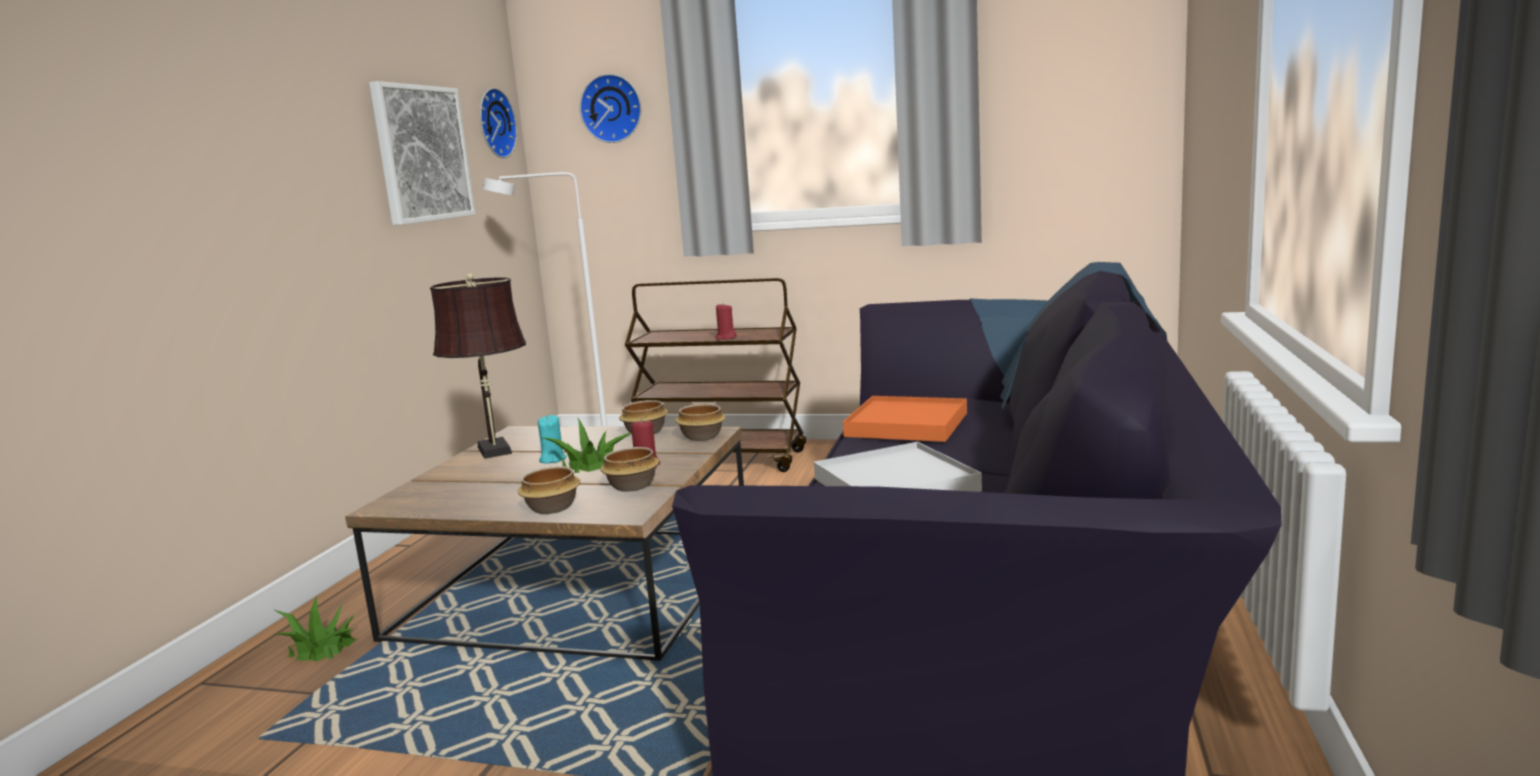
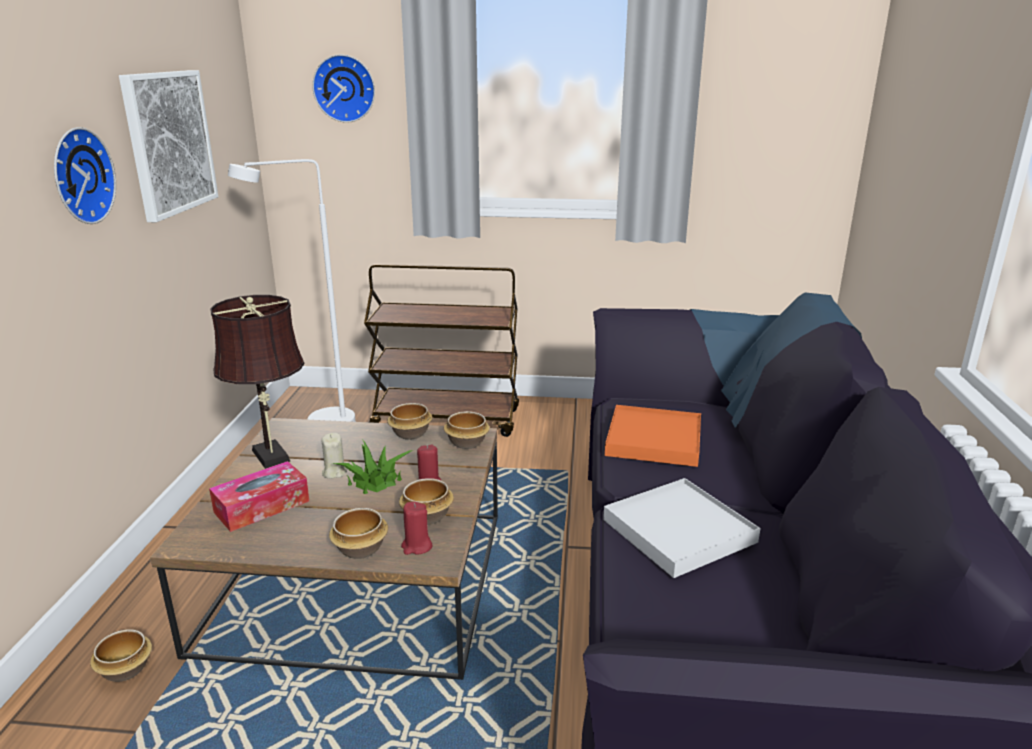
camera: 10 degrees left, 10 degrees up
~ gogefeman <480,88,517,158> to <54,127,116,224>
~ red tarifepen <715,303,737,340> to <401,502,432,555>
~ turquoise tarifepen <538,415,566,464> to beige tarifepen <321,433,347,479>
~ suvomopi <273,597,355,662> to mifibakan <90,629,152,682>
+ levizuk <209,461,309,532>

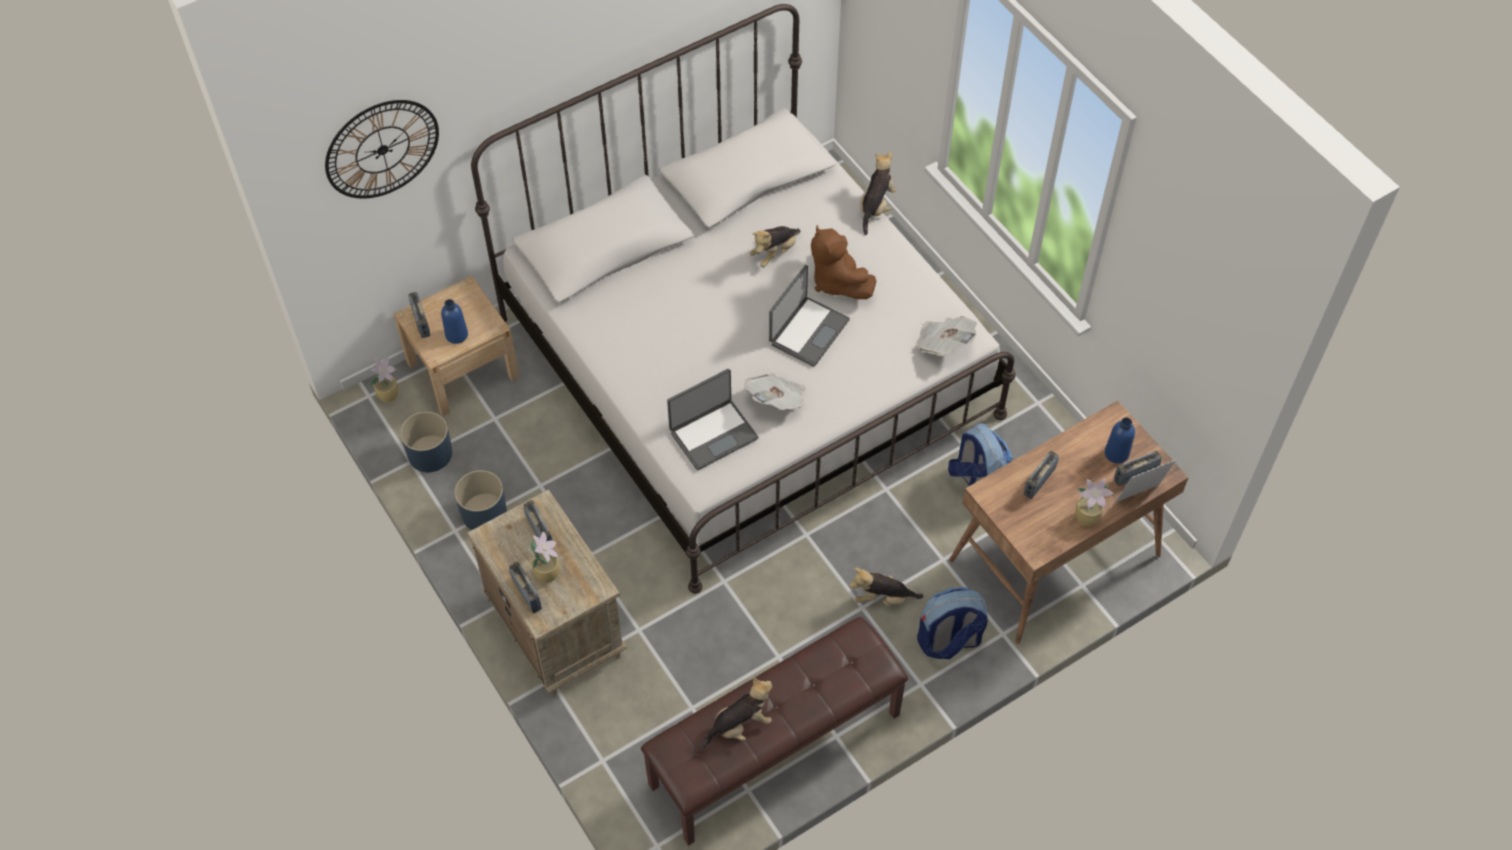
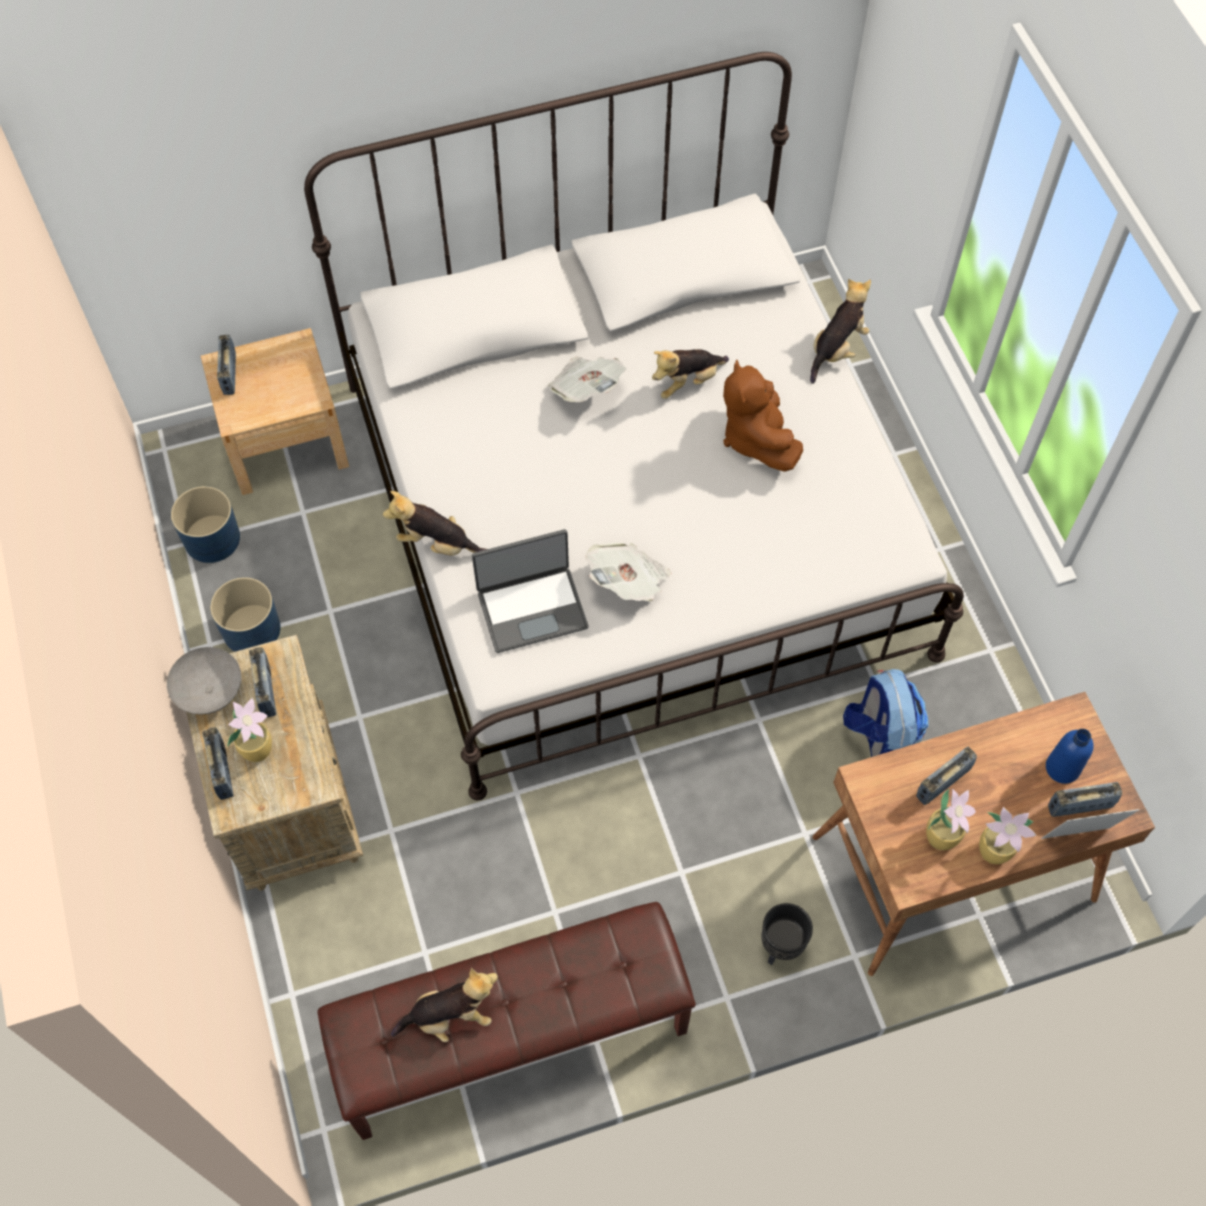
camera: 15 degrees right, 5 degrees up
- gogefeman <325,100,439,199>
- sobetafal <769,265,850,367>
- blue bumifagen <441,299,468,344>
~ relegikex <915,316,977,356> to <547,357,627,402>
~ suvomopi <370,357,398,403> to <926,789,976,850>
~ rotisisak <849,568,923,605> to <383,491,487,556>
~ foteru <917,587,988,659> to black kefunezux <762,903,813,965>
+ grey mifibakan <167,647,241,714>

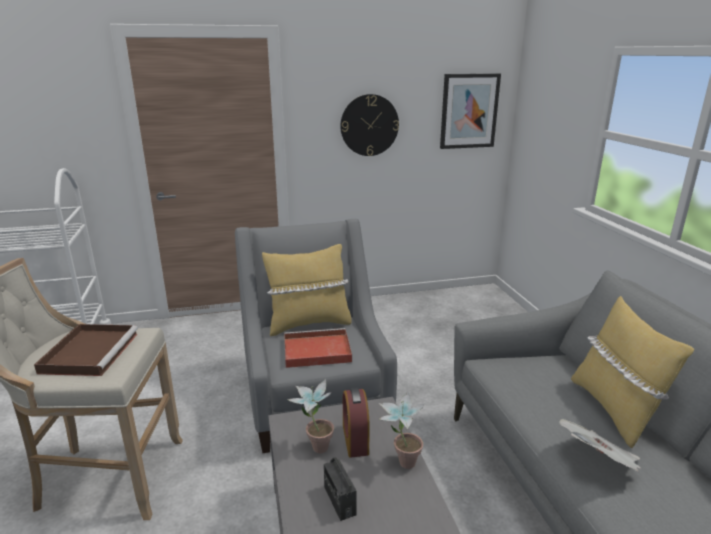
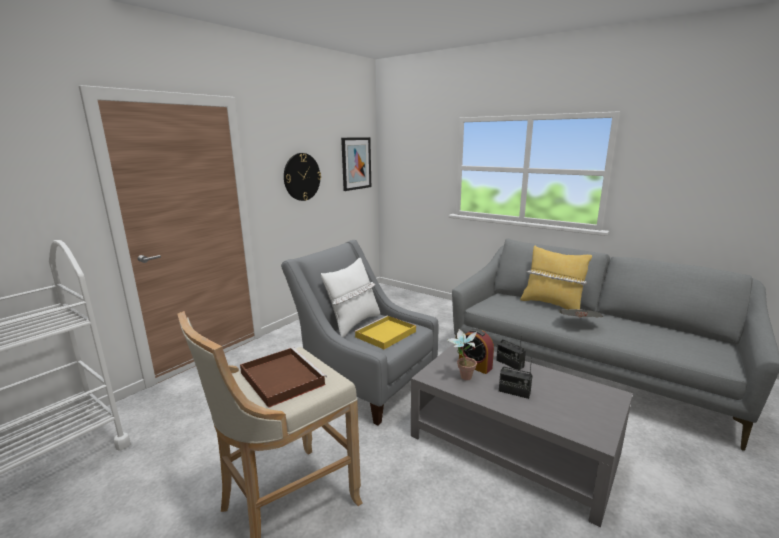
camera: 40 degrees left, 5 degrees down
~ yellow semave <262,244,352,336> to white semave <321,258,380,338>
~ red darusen <284,328,352,368> to yellow darusen <354,316,416,349>
~ suvomopi <379,391,425,469> to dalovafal <496,333,526,370>

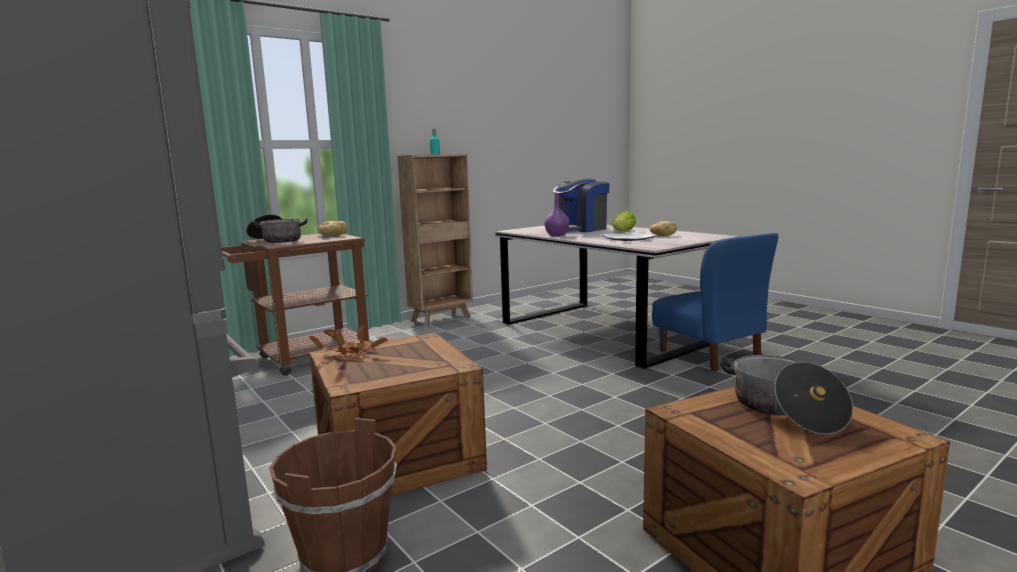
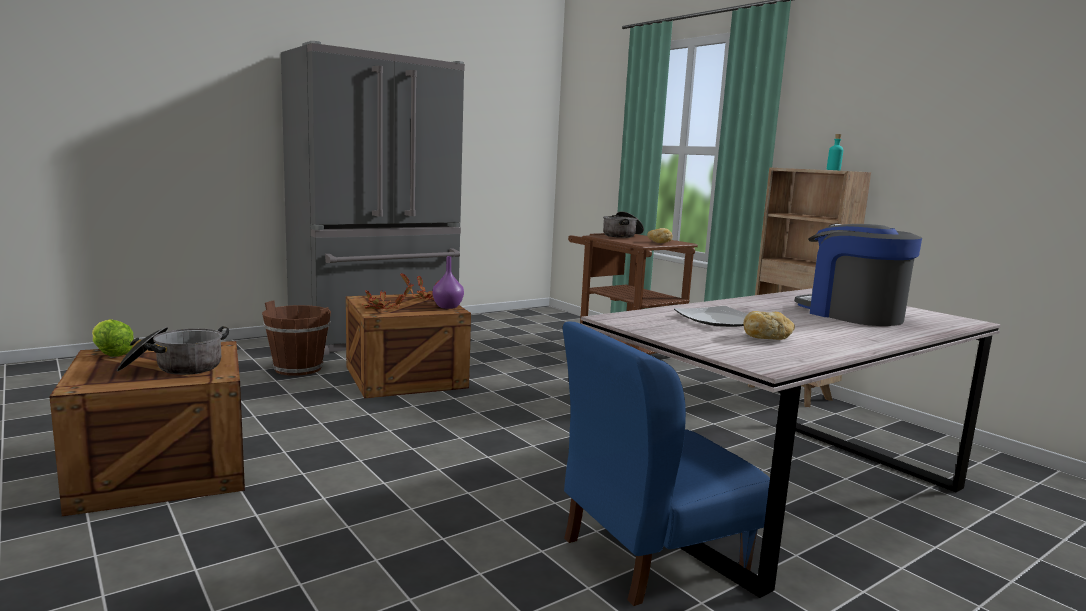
camera: 90 degrees right, 0 degrees up
~ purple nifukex <544,194,570,236> to <432,256,464,309>
~ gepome <612,211,636,231> to <92,319,134,357>
+ suvomopi <362,284,414,309>

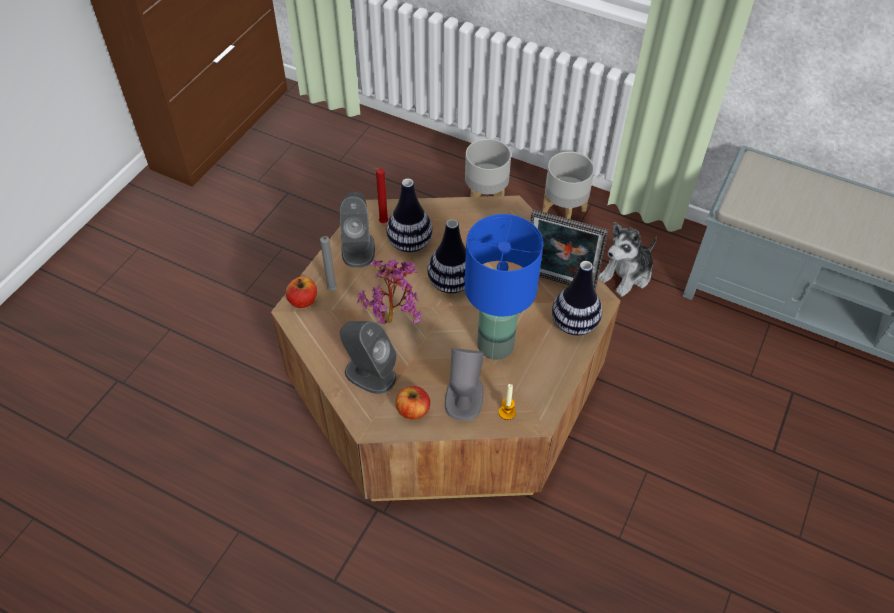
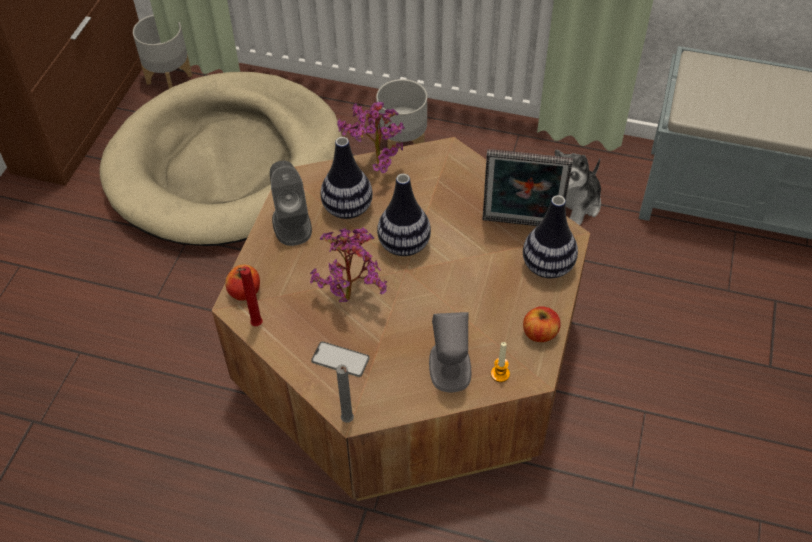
camera: 10 degrees left, 0 degrees up
~ grey kefunezux <542,151,594,219> to <133,15,192,89>
~ red tarifepen <373,168,388,223> to <236,266,263,326>
- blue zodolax <465,214,543,360>
~ grey tarifepen <320,236,337,291> to <336,364,354,423>
~ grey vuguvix <340,321,397,394> to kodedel <311,341,370,377>
~ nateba <396,386,430,419> to <523,306,561,342>
+ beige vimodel <99,72,342,246>
+ suvomopi <337,102,404,173>

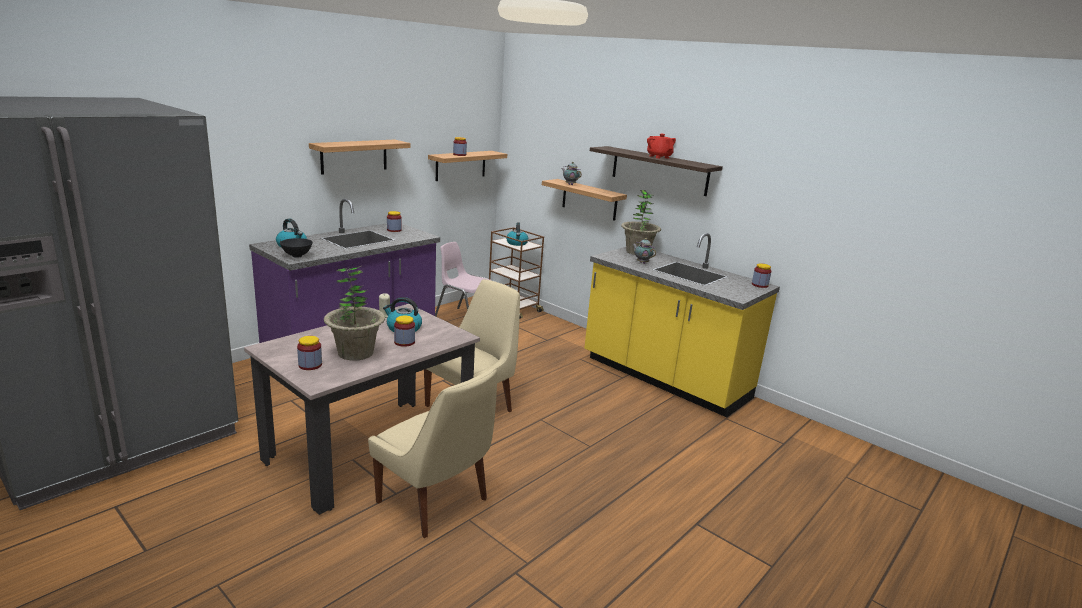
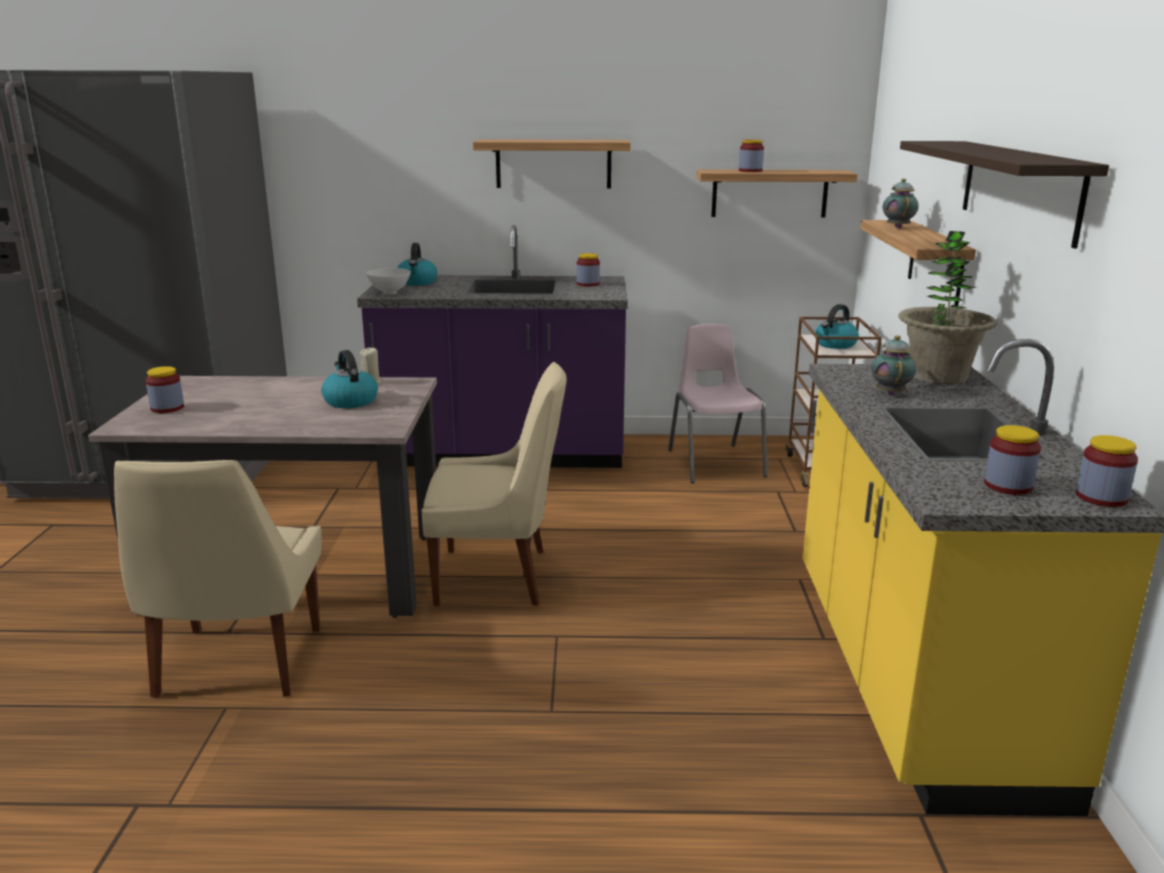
camera: 50 degrees right, 0 degrees up
- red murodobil <647,134,676,158>
~ black mifibakan <280,238,313,258> to white mifibakan <366,268,411,294>
- suvomopi <324,266,385,361>
~ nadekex <394,316,415,347> to <984,425,1041,495>

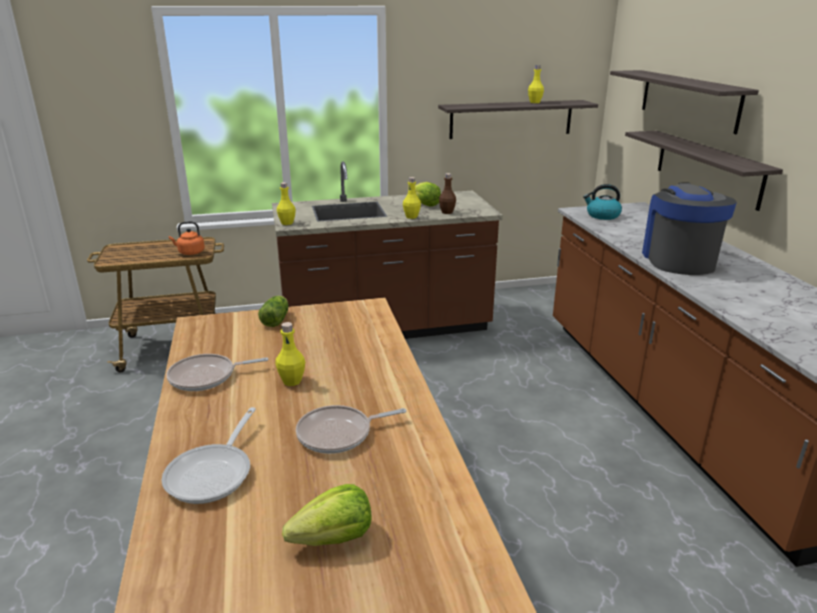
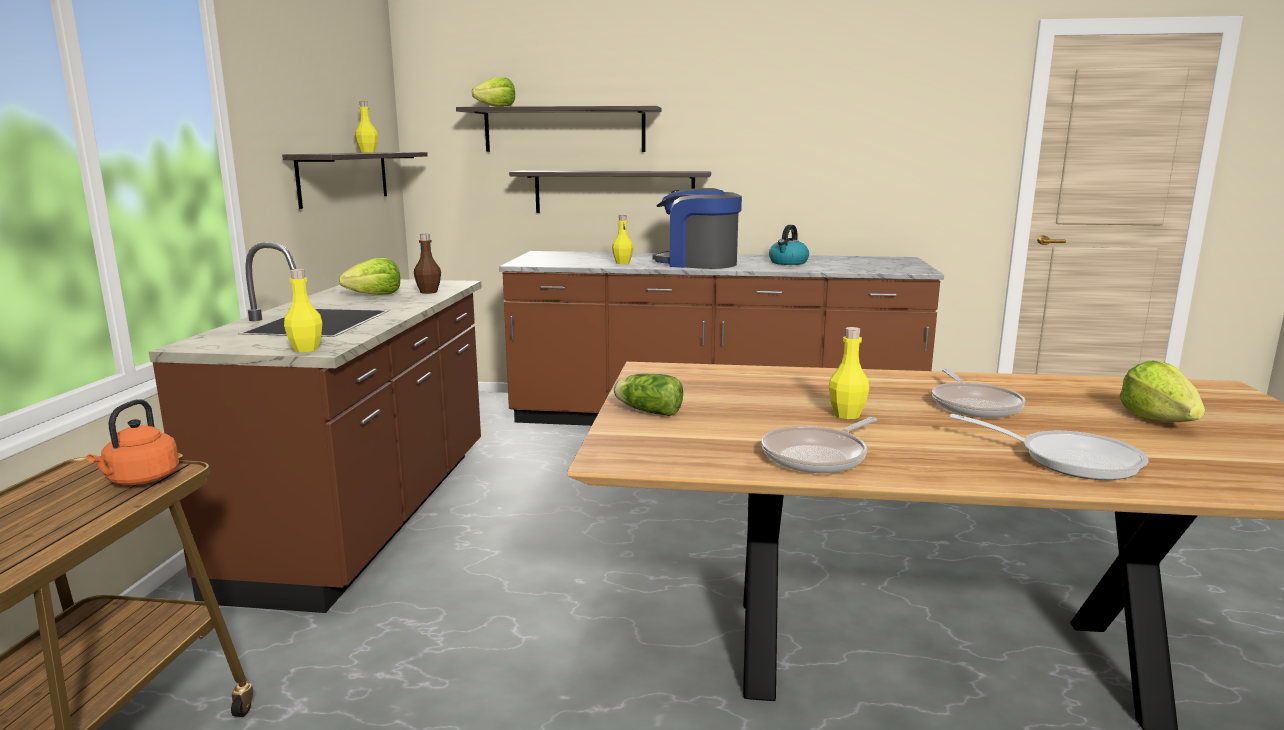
camera: 70 degrees left, 10 degrees down
~ yellow bumifagen <403,177,421,219> to <612,215,634,264>
~ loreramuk <583,184,622,220> to <769,225,809,265>
~ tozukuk <166,354,268,391> = <762,417,877,473> 45 degrees clockwise
+ gepome <472,77,515,107>

